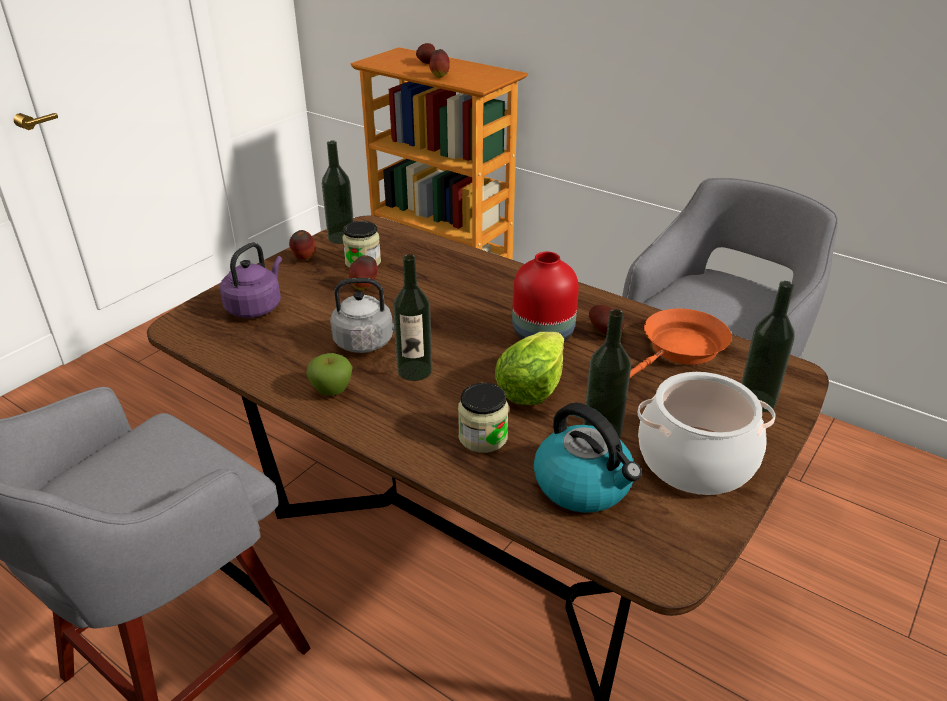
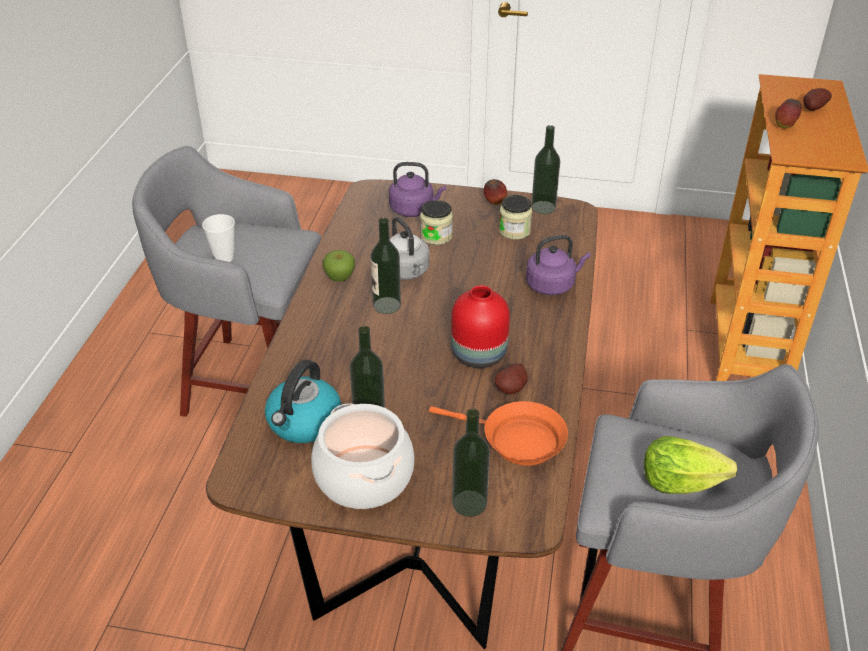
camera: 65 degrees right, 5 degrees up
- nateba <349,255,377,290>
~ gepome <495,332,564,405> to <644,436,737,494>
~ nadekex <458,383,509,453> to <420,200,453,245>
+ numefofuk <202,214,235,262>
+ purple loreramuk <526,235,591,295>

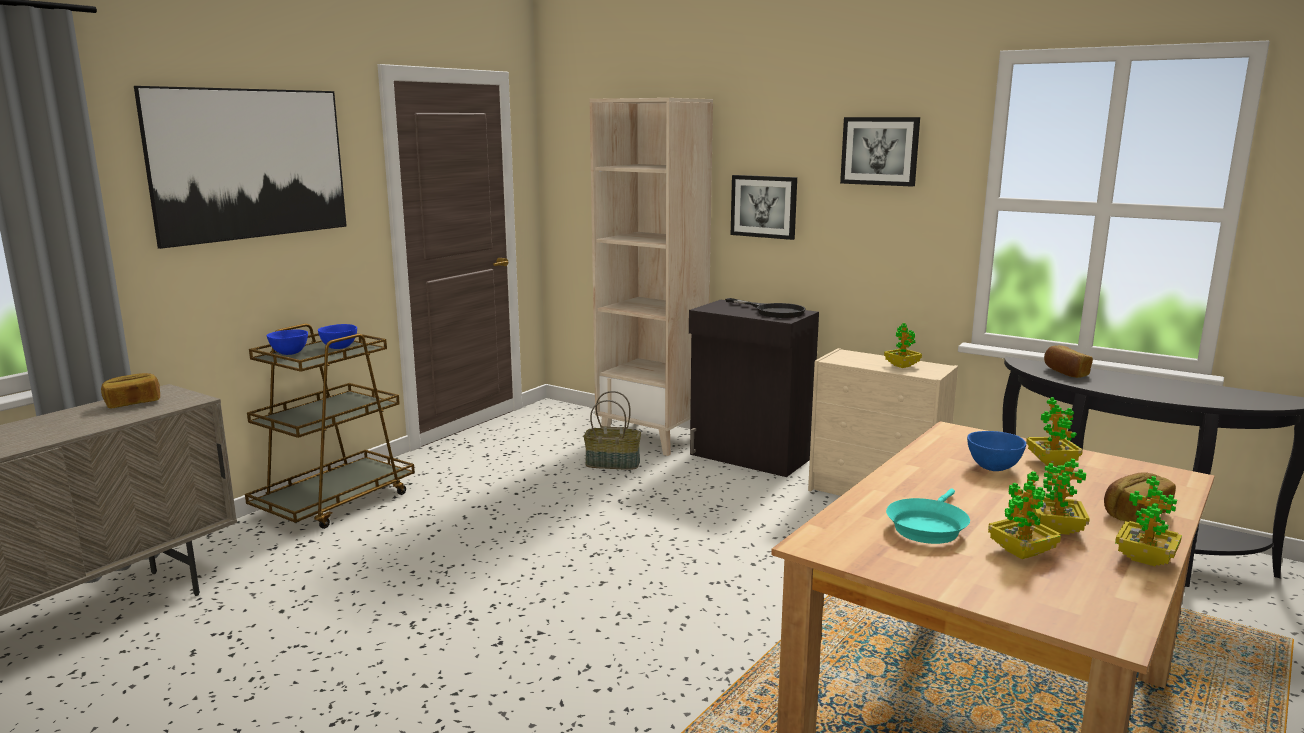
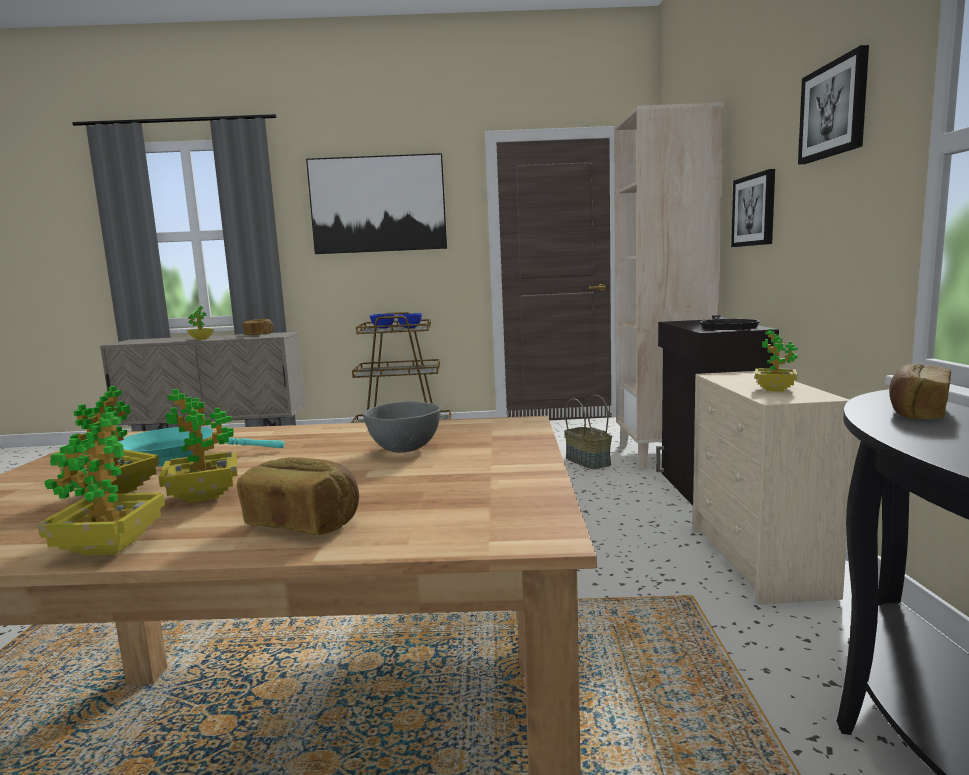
camera: 55 degrees right, 5 degrees down
~ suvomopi <1026,397,1083,466> to <187,306,214,340>
~ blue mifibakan <967,431,1026,471> to grey mifibakan <363,401,441,453>

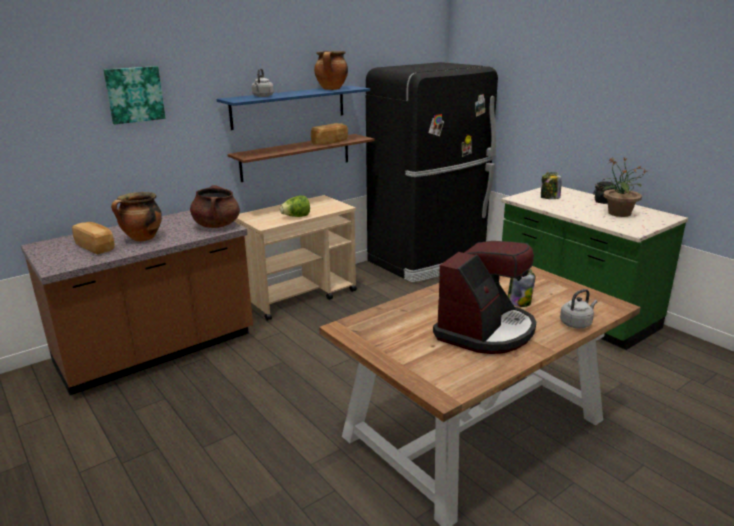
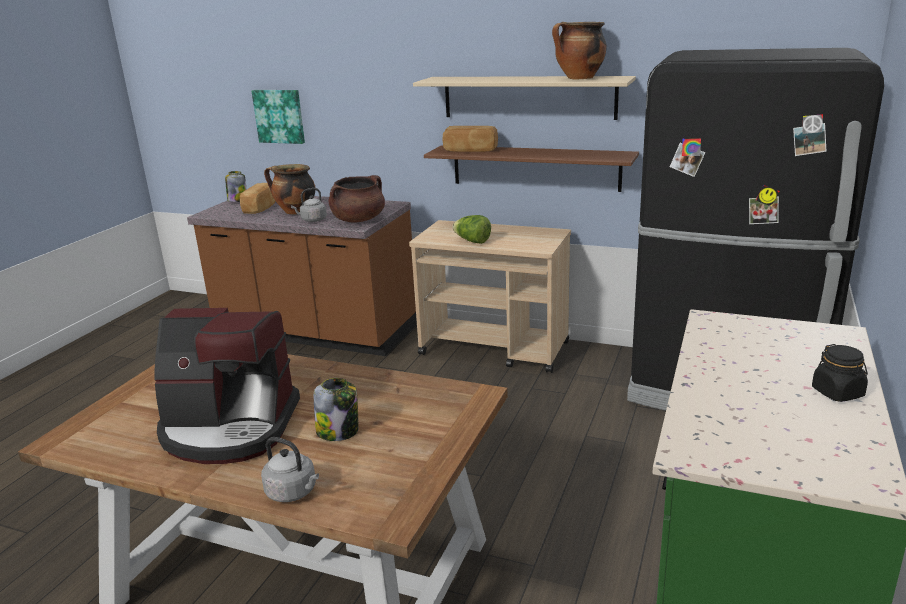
camera: 60 degrees right, 0 degrees up
~ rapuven <103,66,165,124> to <252,90,305,144>
~ grey loreramuk <252,68,274,97> to <291,188,327,222>
~ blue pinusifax <217,86,370,130> to beige pinusifax <413,76,636,120>
~ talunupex <311,123,348,145> to <442,126,498,152>
- suvomopi <602,157,647,217>
~ nadekex <541,172,562,199> to <225,171,246,202>

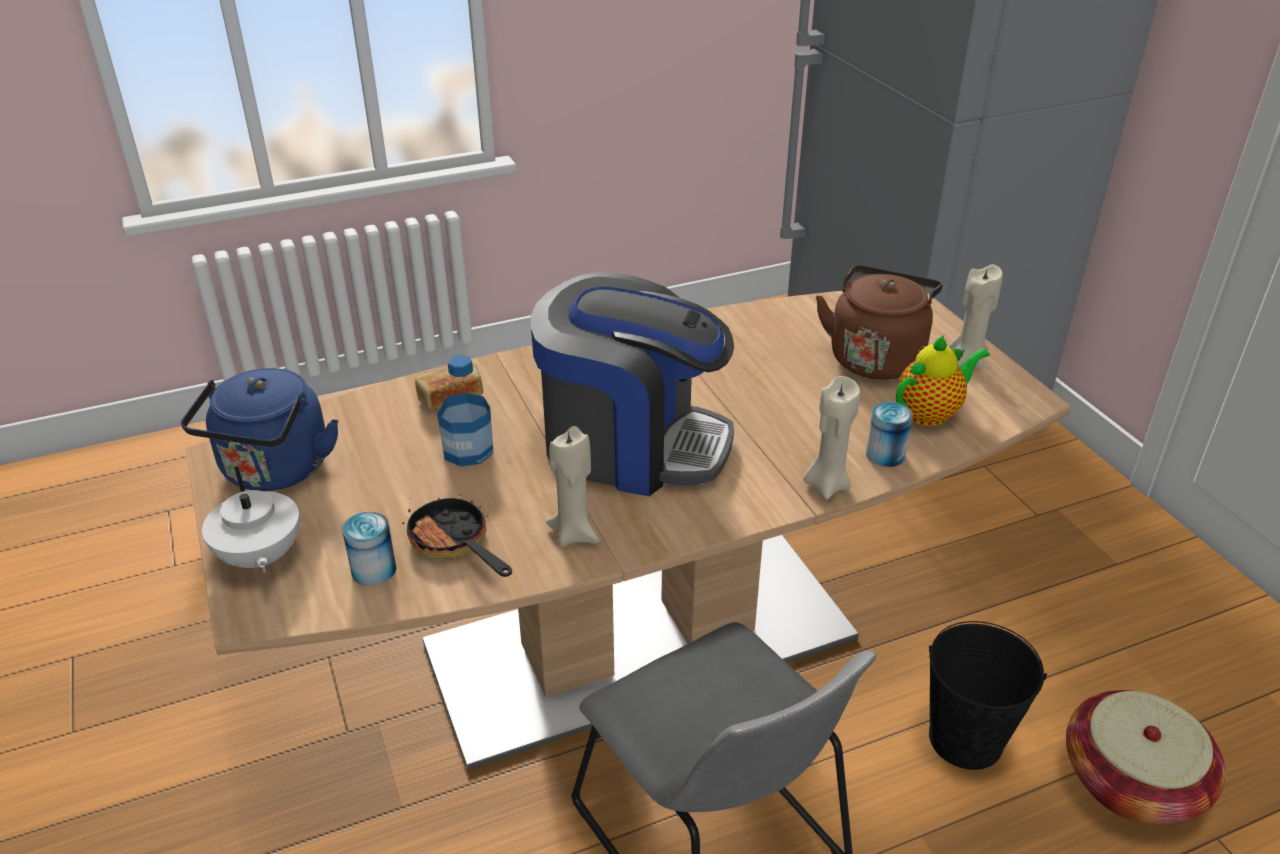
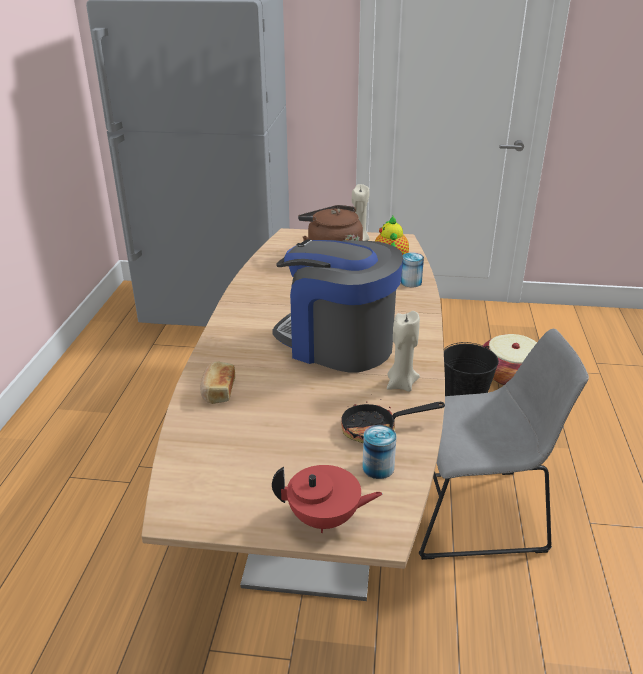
camera: 60 degrees left, 5 degrees down
~ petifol <531,272,734,496> = <272,239,403,373> 105 degrees counterclockwise
- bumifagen <437,355,494,467>
- blue loreramuk <181,368,339,491>
- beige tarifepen <804,376,860,500>
~ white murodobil <202,466,300,573> to red murodobil <272,465,383,533>

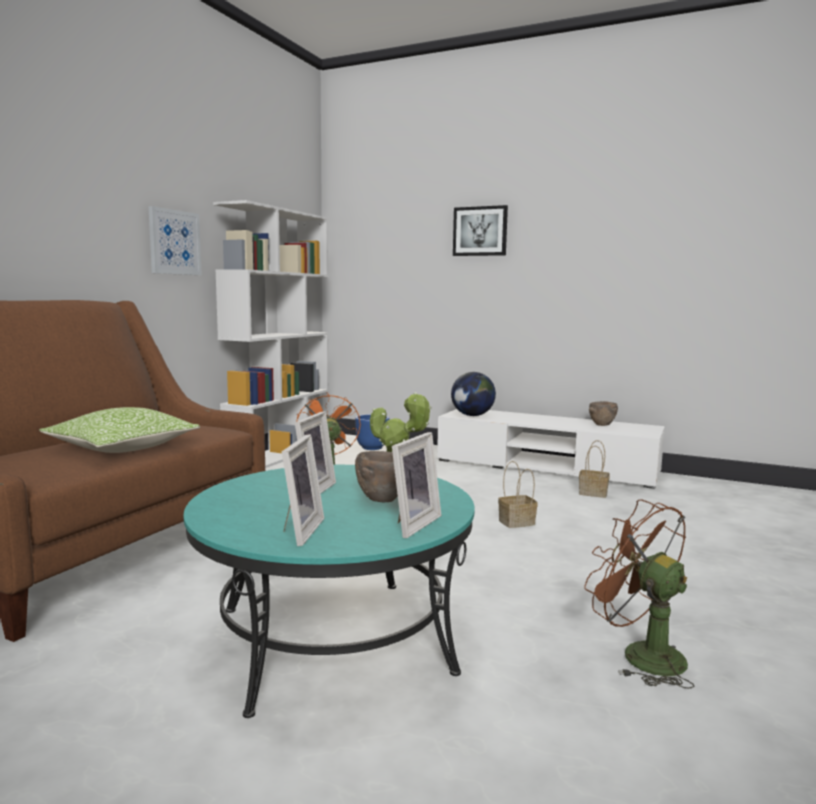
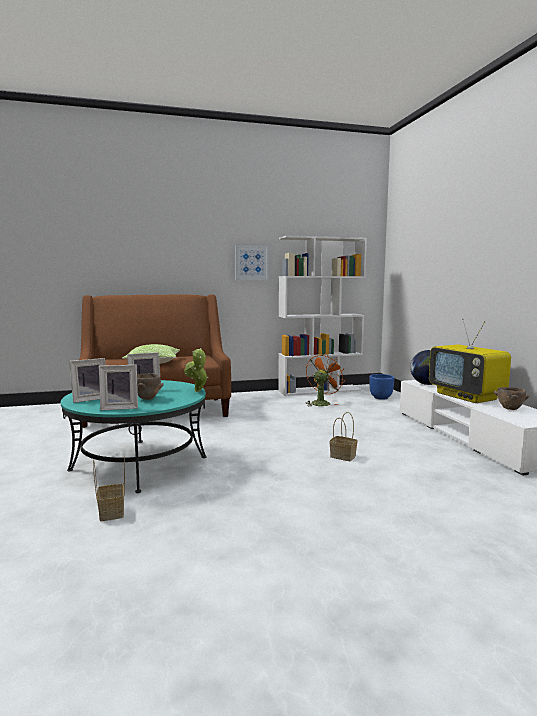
camera: 50 degrees right, 0 degrees up
- rapuven <453,205,508,256>
~ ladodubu <579,440,610,498> to <93,456,125,521>
- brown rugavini <584,499,694,689>
+ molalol <429,318,511,403>

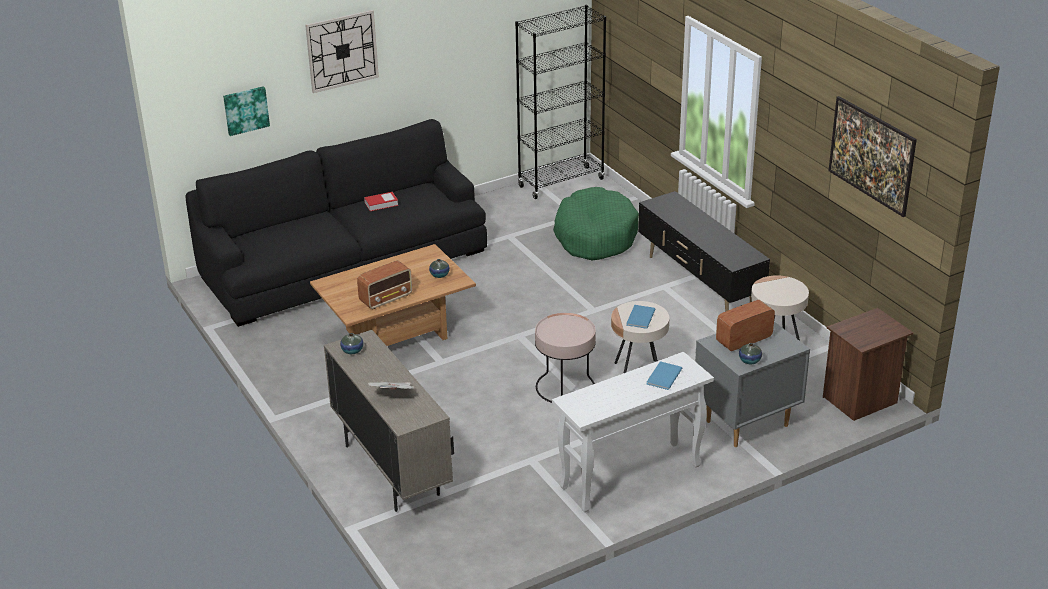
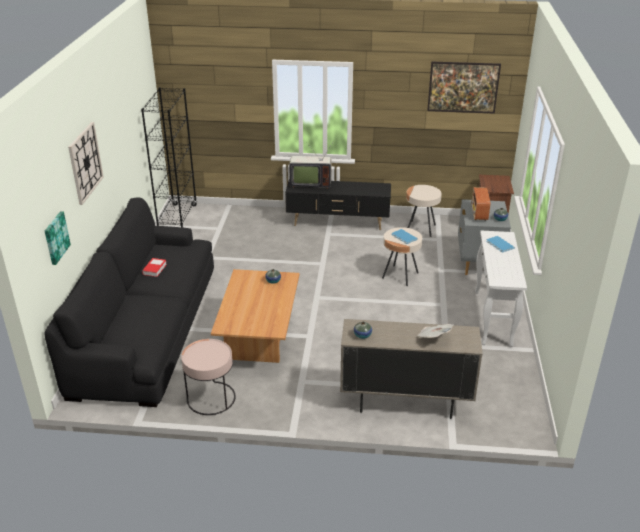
camera: 55 degrees left, 0 degrees up
- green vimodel <553,187,639,261>
- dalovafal <357,261,412,309>
~ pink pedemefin <535,313,596,403> to <181,339,236,415>
+ molalol <289,143,332,189>

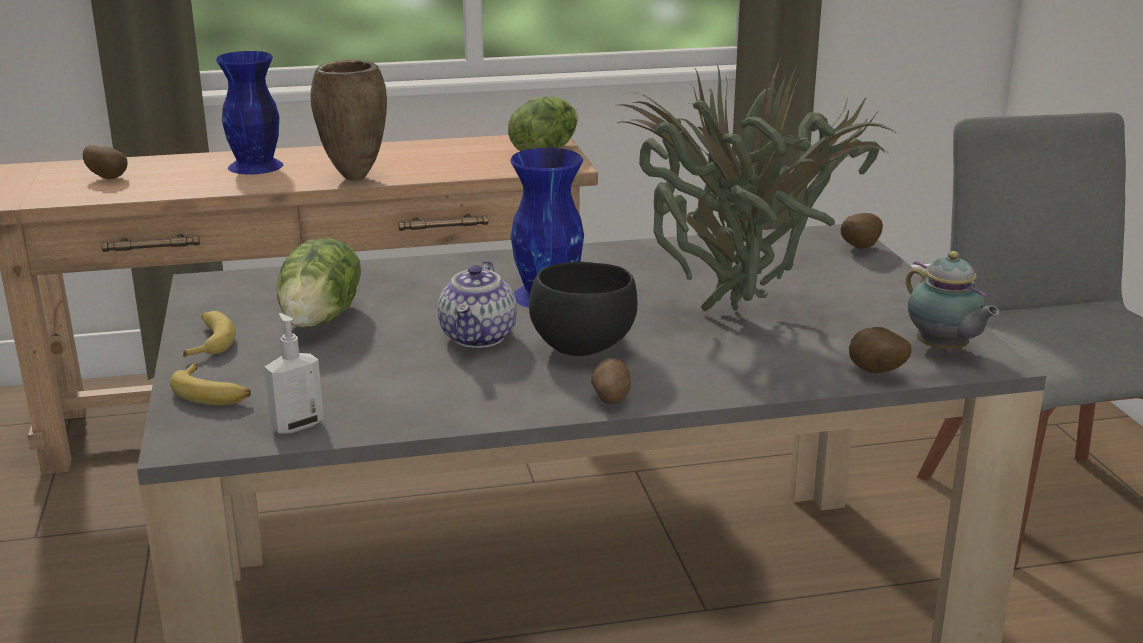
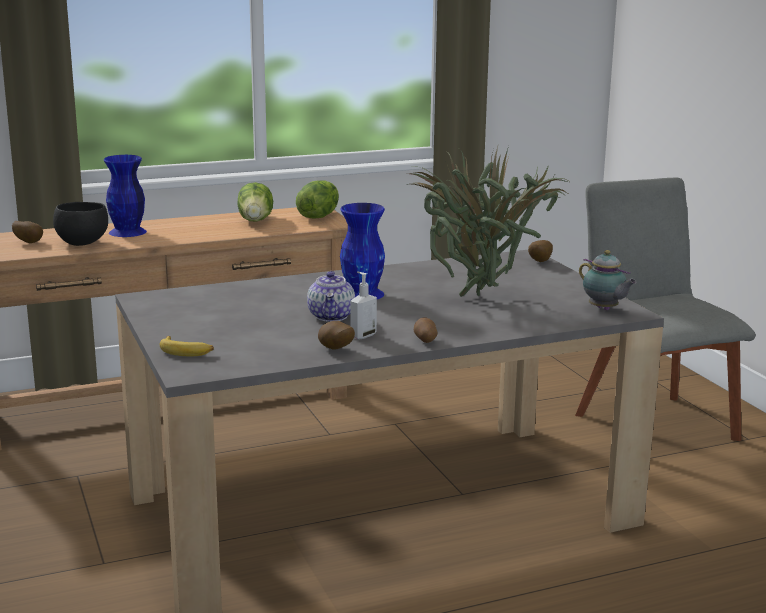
camera: 10 degrees left, 5 degrees down
- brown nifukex <311,60,387,181>
~ gepome <277,238,361,327> to <237,182,273,222>
~ black mifibakan <529,262,637,356> to <53,202,108,246>
- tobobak <183,311,236,357>
~ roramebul <264,313,324,434> to <351,272,377,339>
~ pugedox <849,327,912,373> to <318,321,355,349>

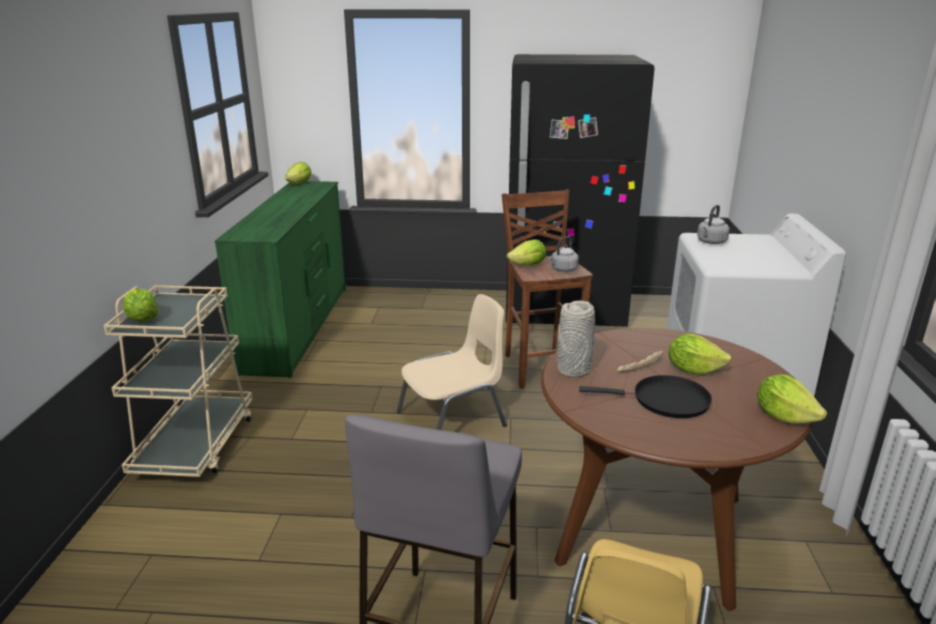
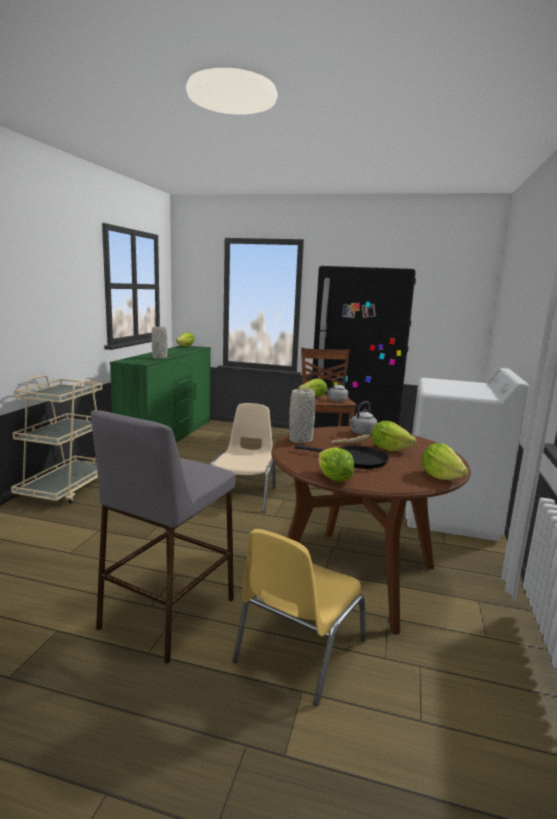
camera: 10 degrees right, 10 degrees down
~ grey loreramuk <697,205,730,244> to <349,401,377,435>
~ gepome <123,289,159,322> to <319,447,354,482>
~ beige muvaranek <397,294,507,430> = <210,403,276,512> 60 degrees counterclockwise
+ grey nifukex <151,327,168,359>

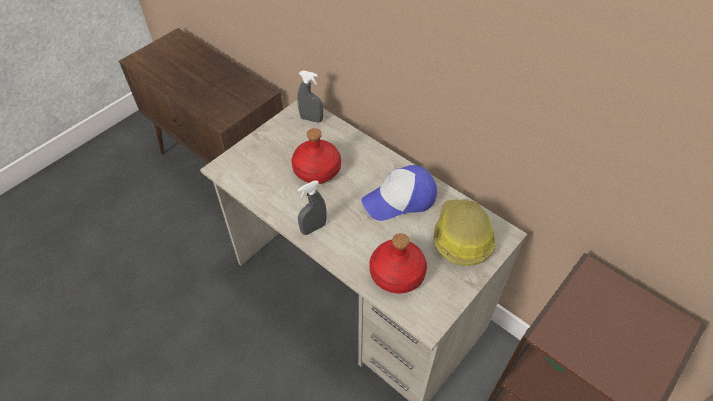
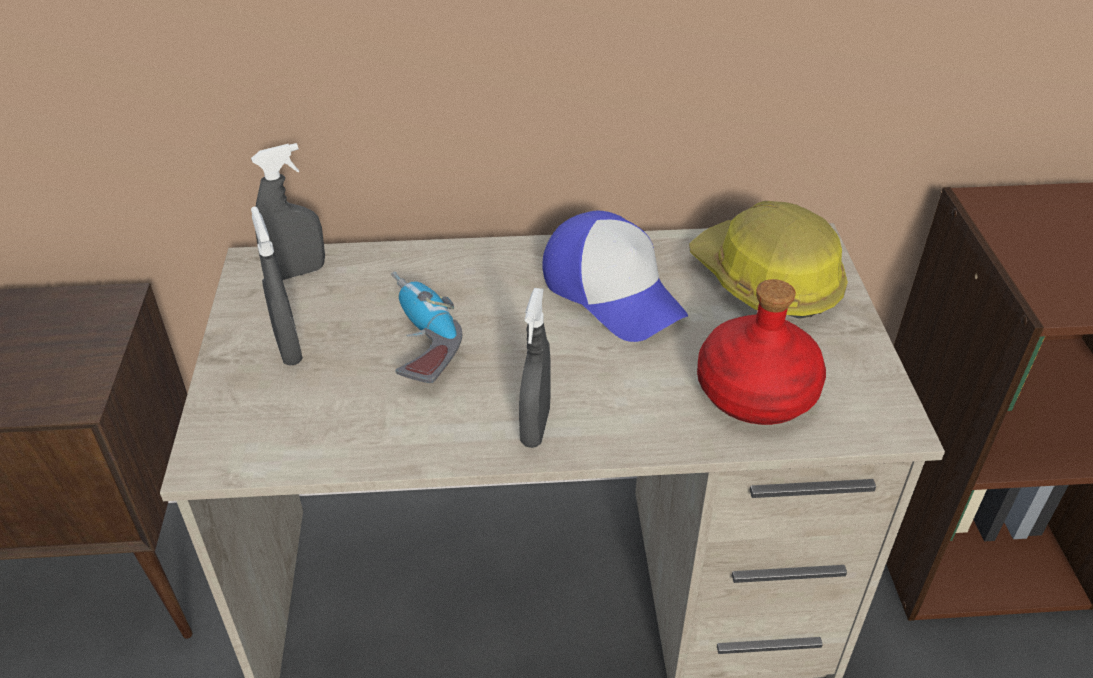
camera: 45 degrees left, 10 degrees down
~ red bumifagen <291,128,341,184> to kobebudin <391,272,462,383>
~ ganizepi <361,165,437,221> = <542,210,688,342> 60 degrees counterclockwise
+ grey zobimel <251,207,303,366>

